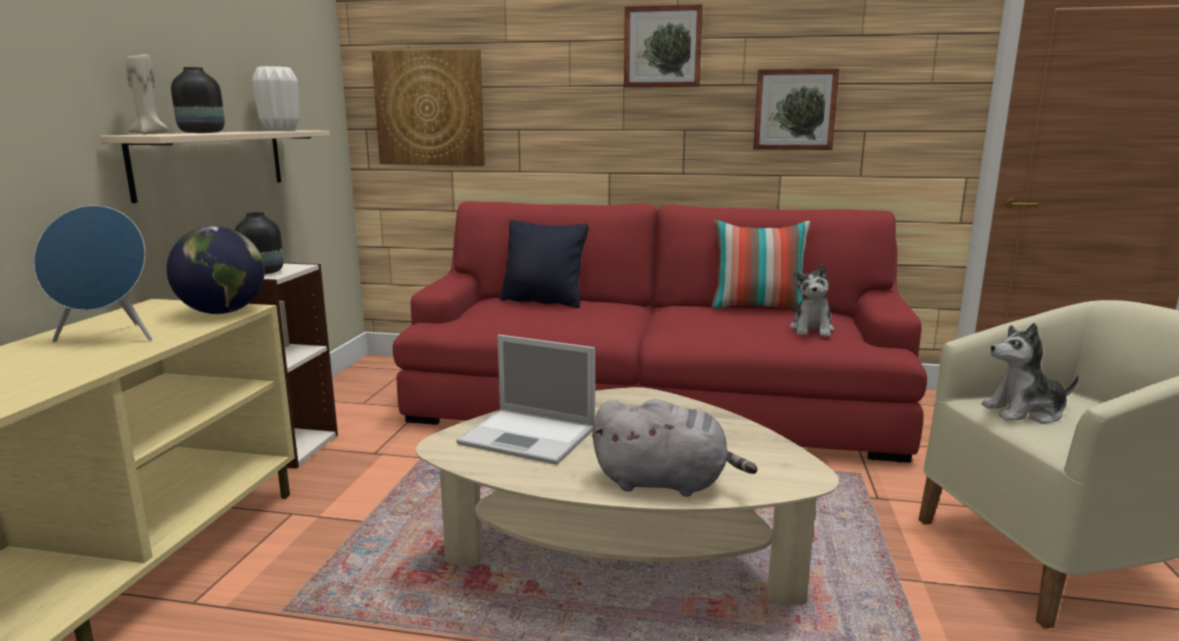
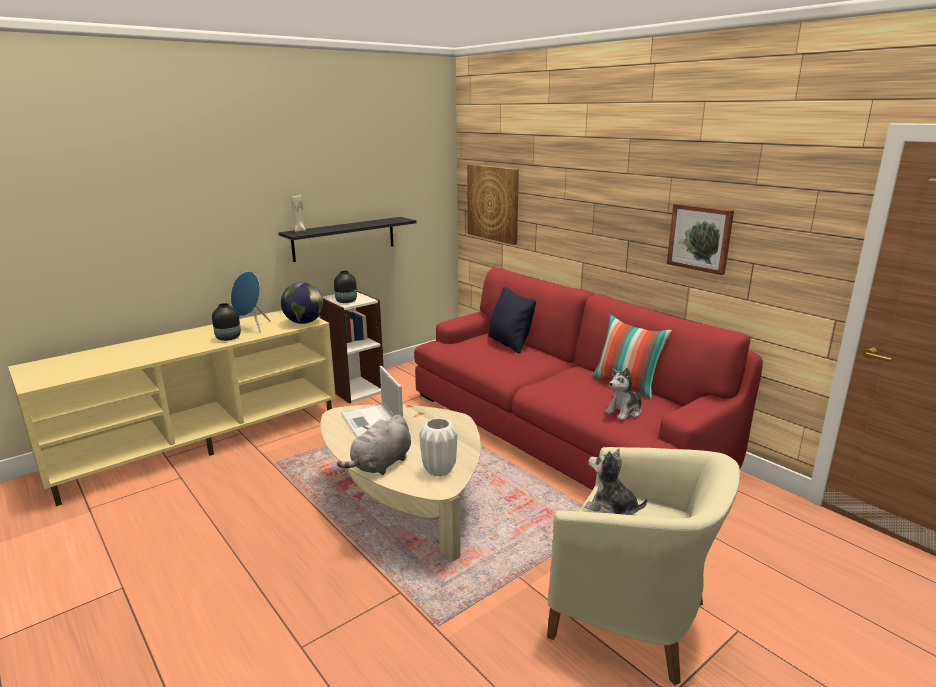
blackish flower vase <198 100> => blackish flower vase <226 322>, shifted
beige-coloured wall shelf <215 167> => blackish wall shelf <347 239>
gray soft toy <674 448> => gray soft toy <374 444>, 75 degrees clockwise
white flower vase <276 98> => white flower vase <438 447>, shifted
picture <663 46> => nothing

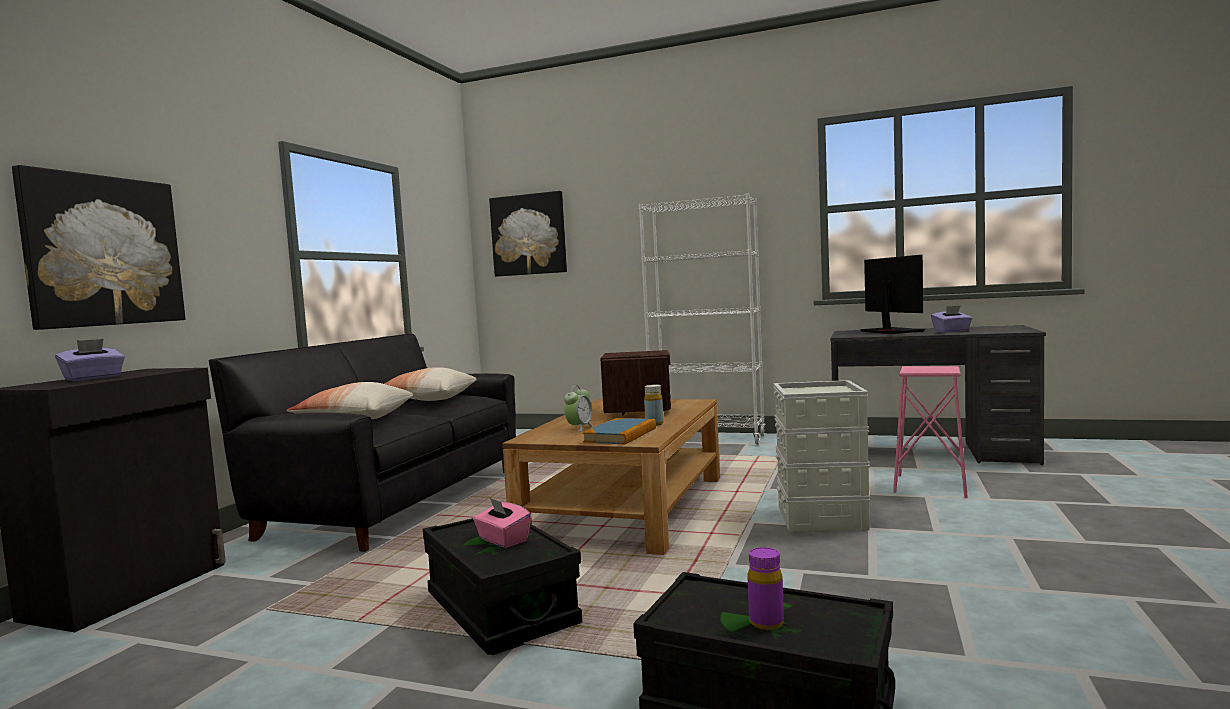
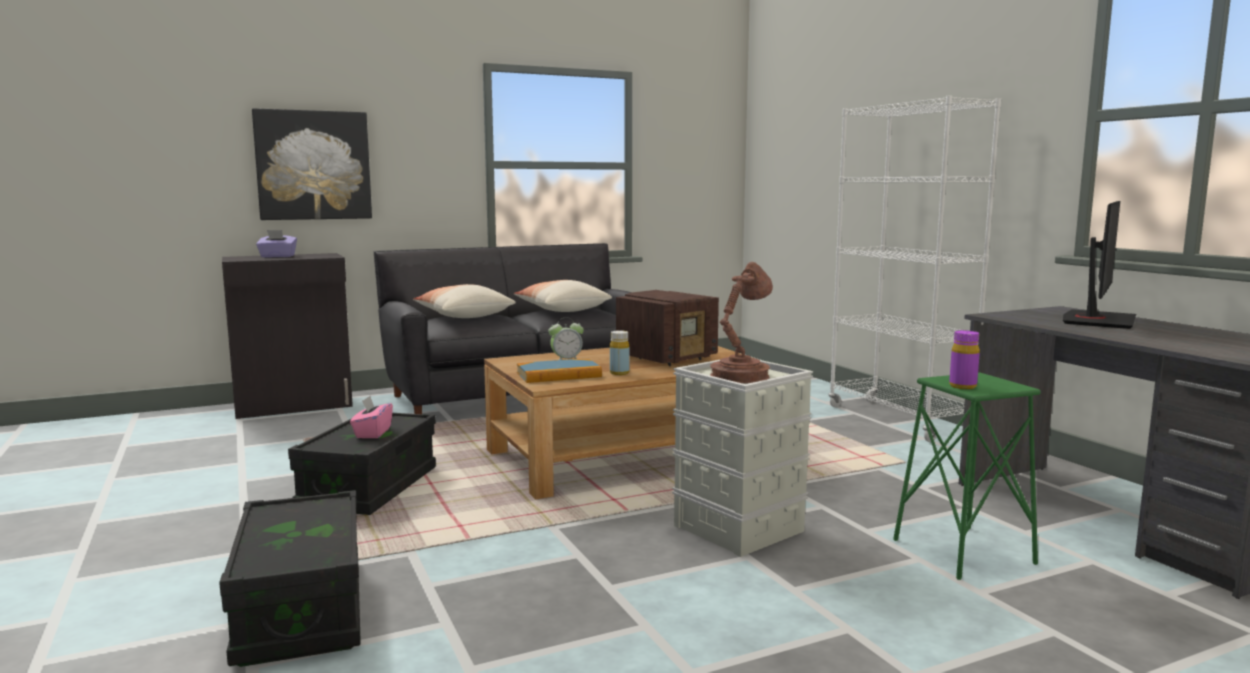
nothing => brown table lamp <741 322>
pinkish stool <930 432> => greenish stool <967 476>
purple beverage bottle <766 588> => purple beverage bottle <964 359>, shifted
picture <528 234> => nothing
purple tissue box <952 318> => nothing

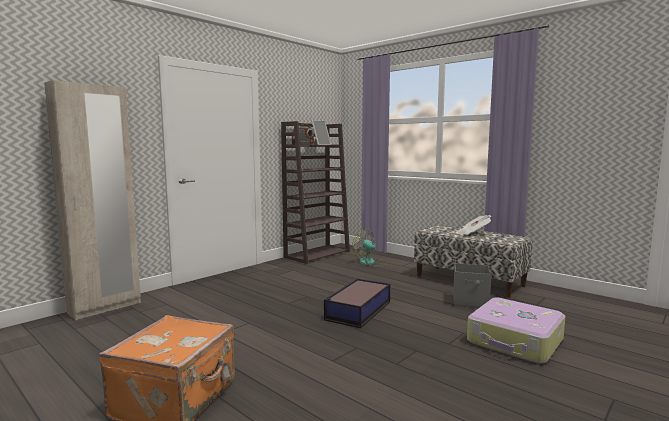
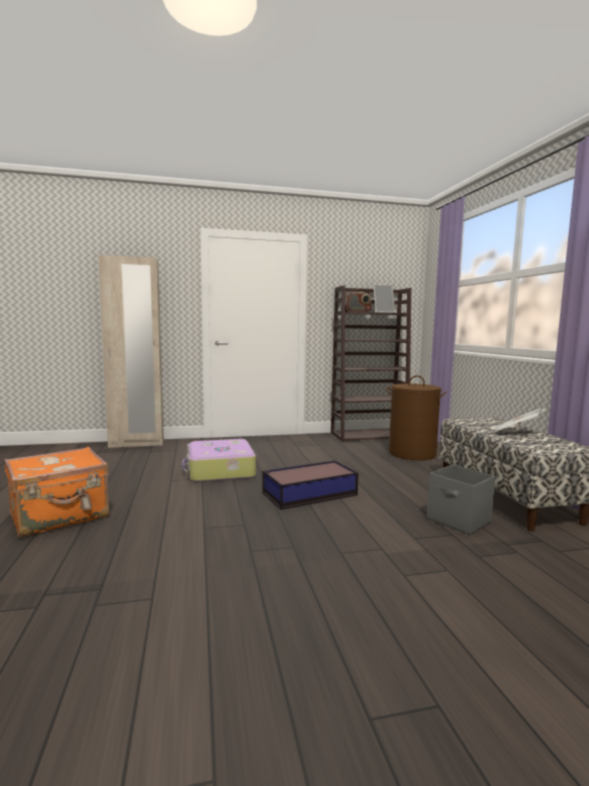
travel case <516 331> => travel case <218 460>, shifted
electric fan <369 248> => brown laundry basket <416 417>

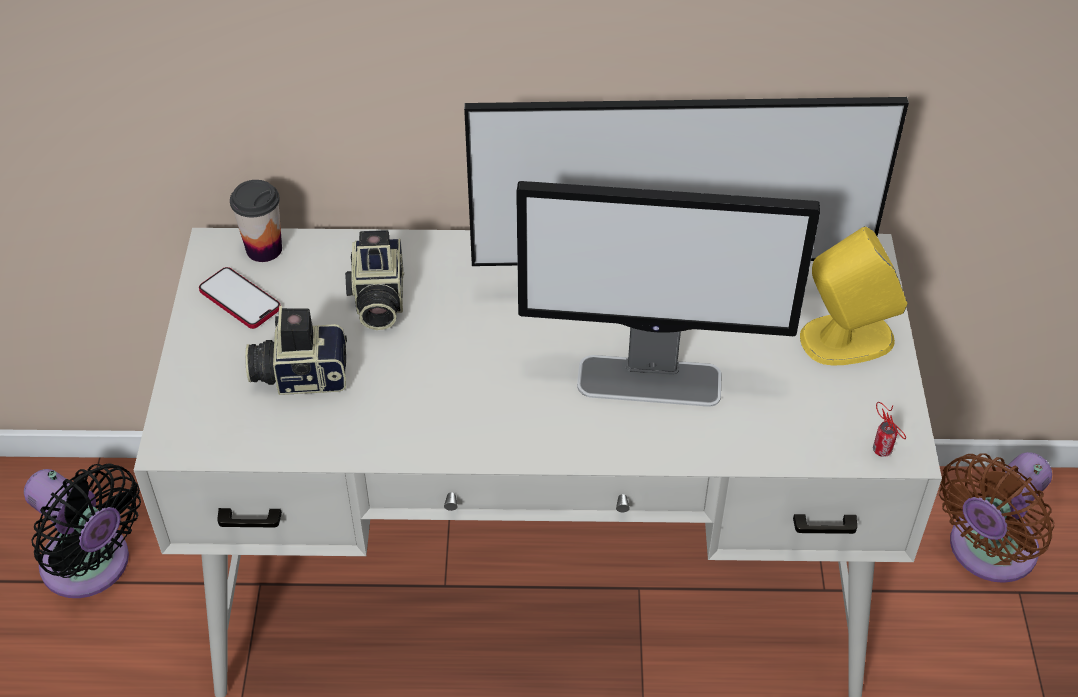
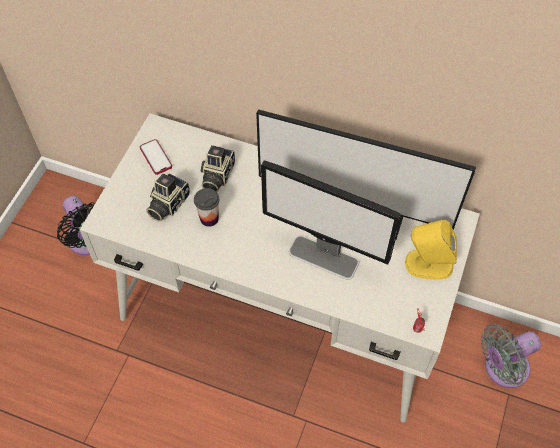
photo camera <296 350> => photo camera <168 197>, 75 degrees counterclockwise
drinking cup <256 221> => drinking cup <206 207>, shifted
brown electric fan <996 517> => gray electric fan <511 356>

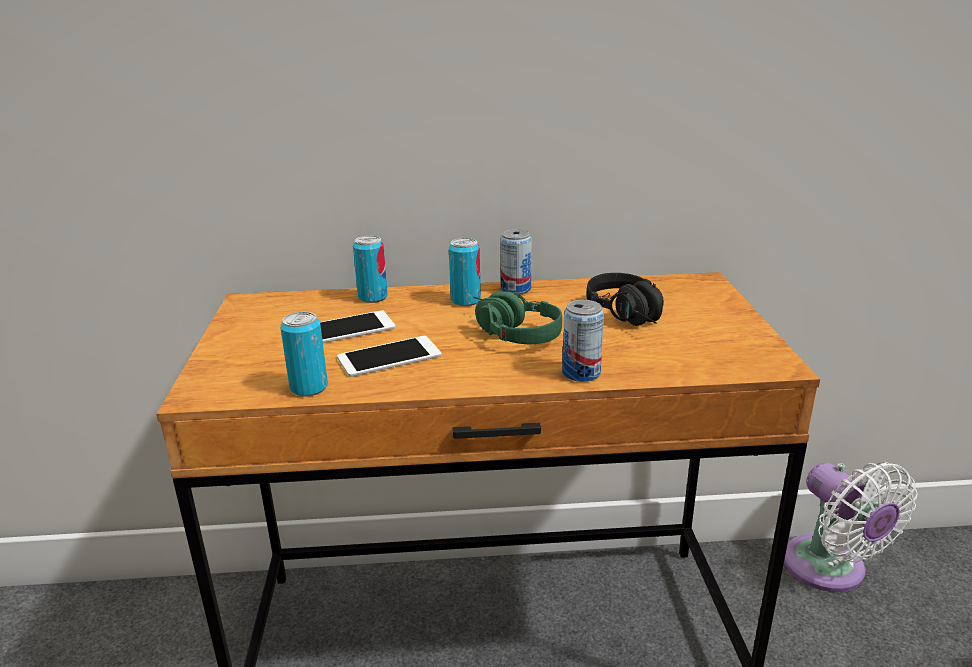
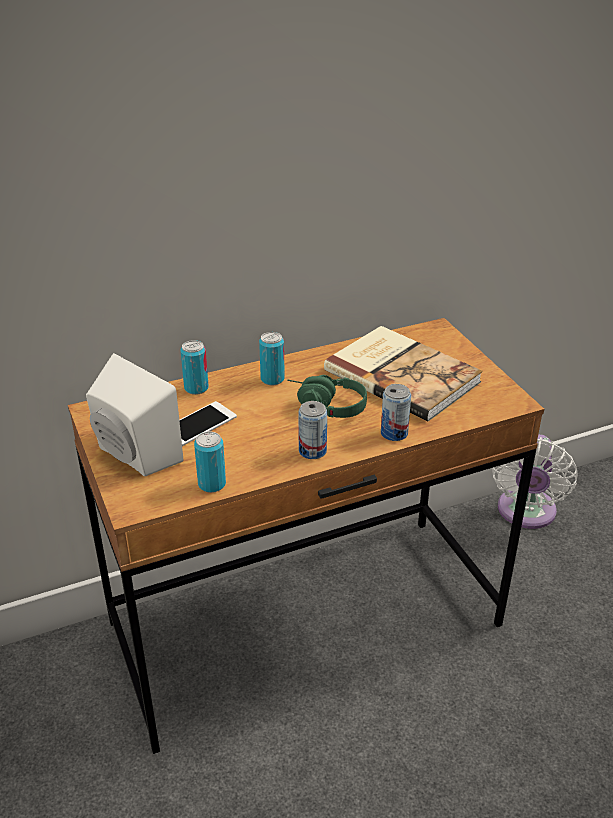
nothing => white speaker <135 415>
metal can <516 261> => metal can <312 430>, shifted
blackish headset <625 299> => volume <403 373>
white electric fan <851 527> => white electric fan <535 481>, 60 degrees clockwise
telephone <389 356> => nothing

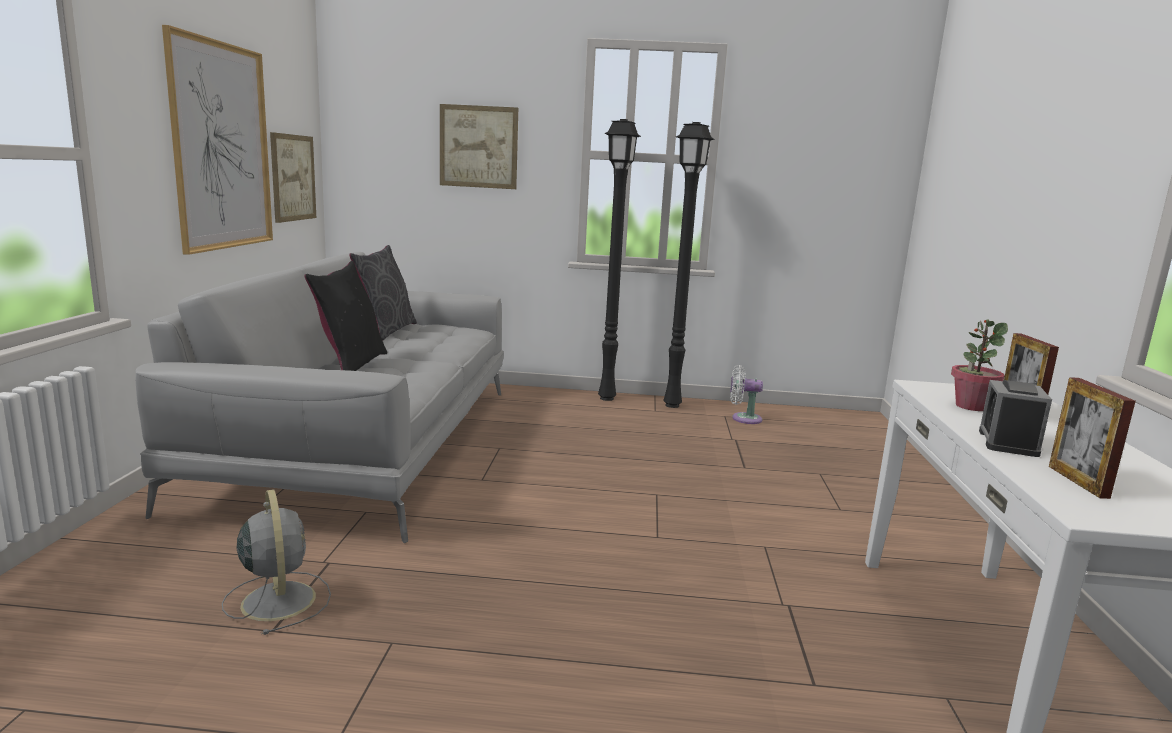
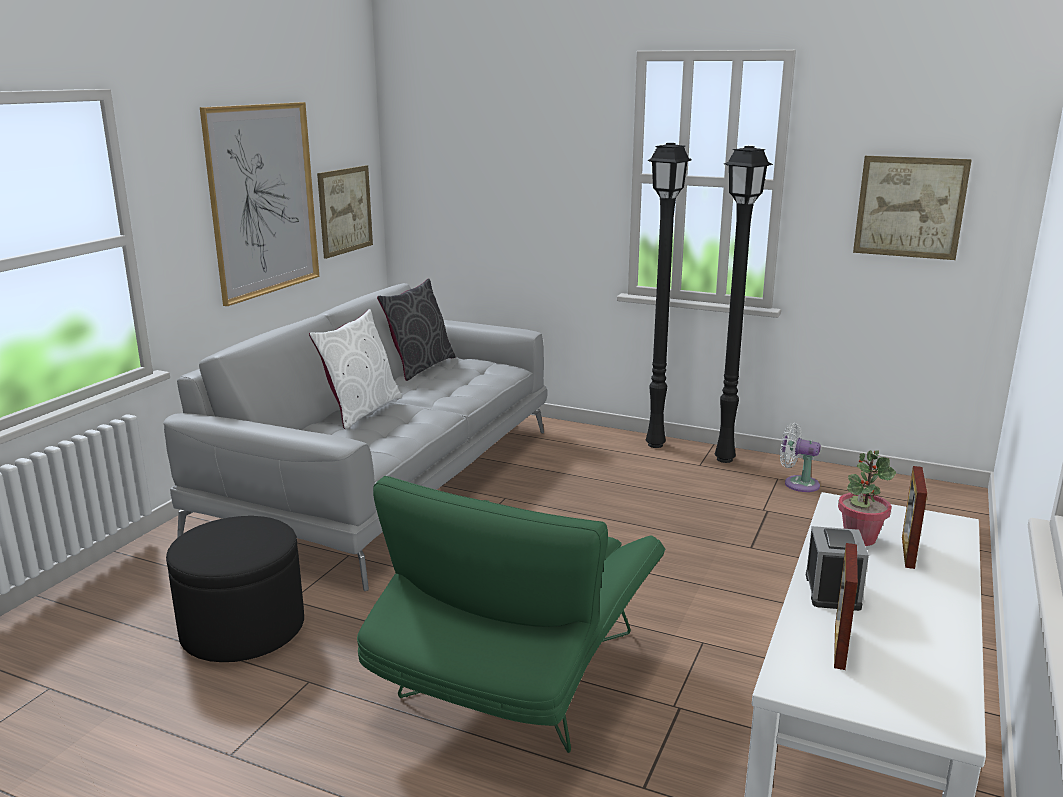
gray electric fan <276 562> => blackish ottoman <235 589>
blackish throw pillow <345 316> => white throw pillow <355 369>
nothing => greenish easy chair <511 614>
bedside clock <1015 418> => bedside clock <837 568>, 150 degrees clockwise
picture <479 146> => picture <912 208>, shifted

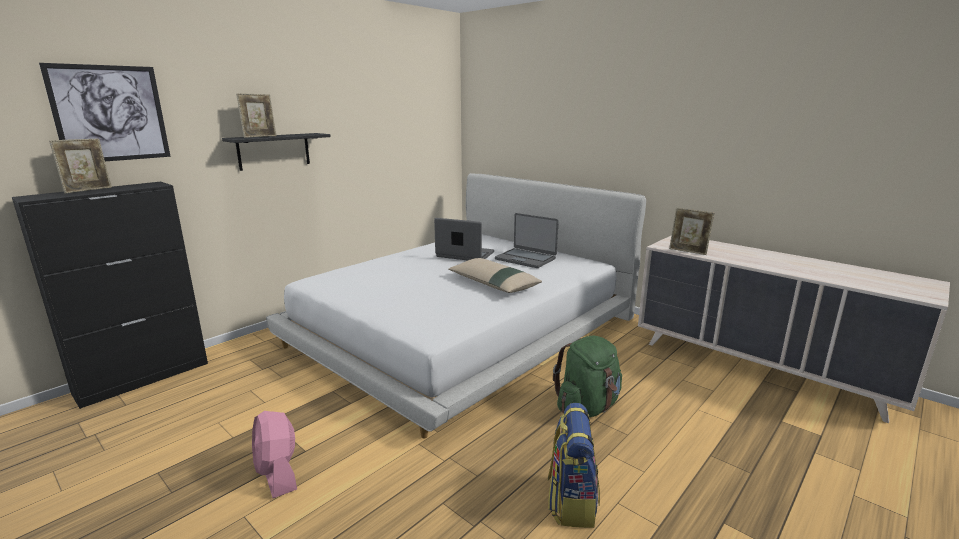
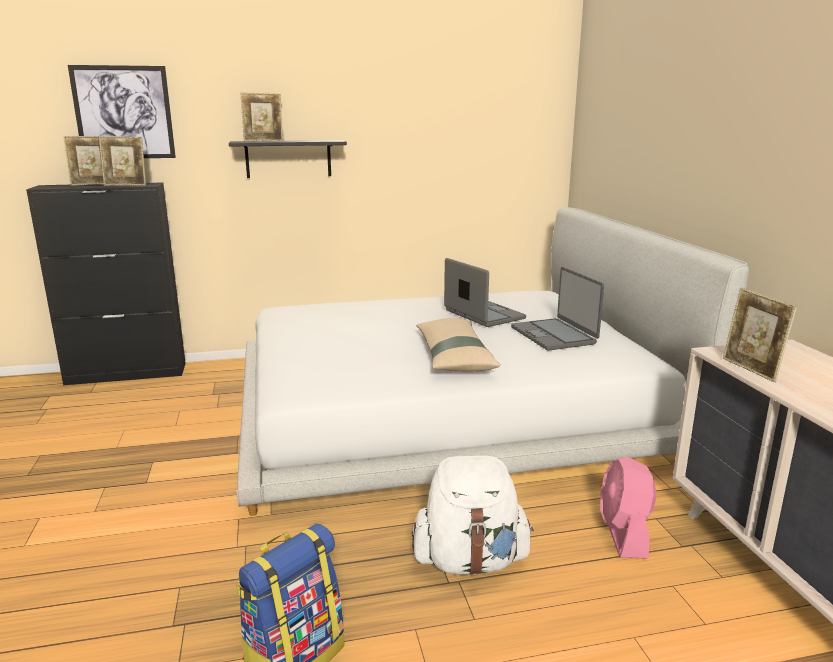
nothing => picture frame <122 161>
greenish backpack <587 376> => white backpack <473 515>
pinkish electric fan <274 454> => pinkish electric fan <628 507>, shifted

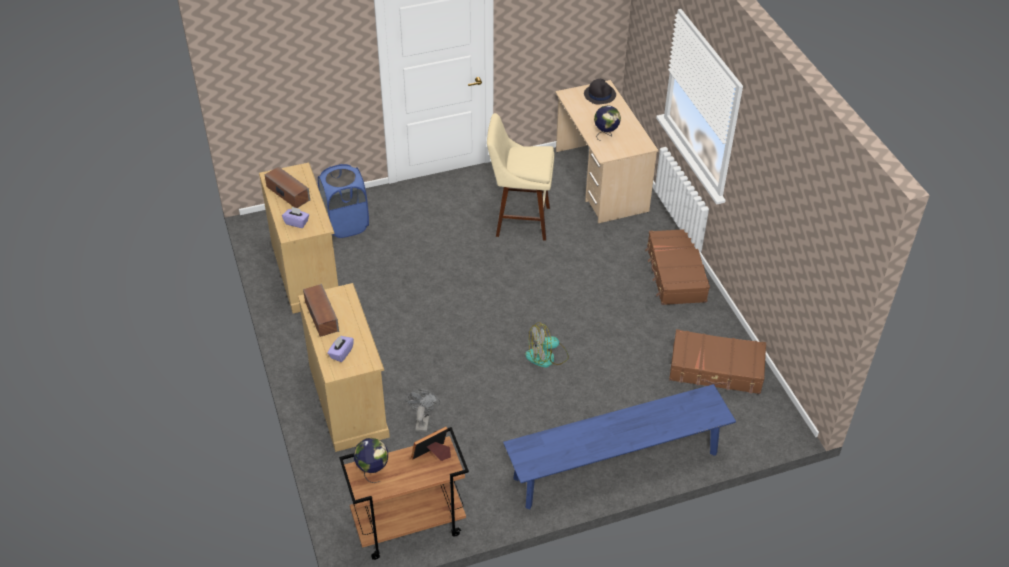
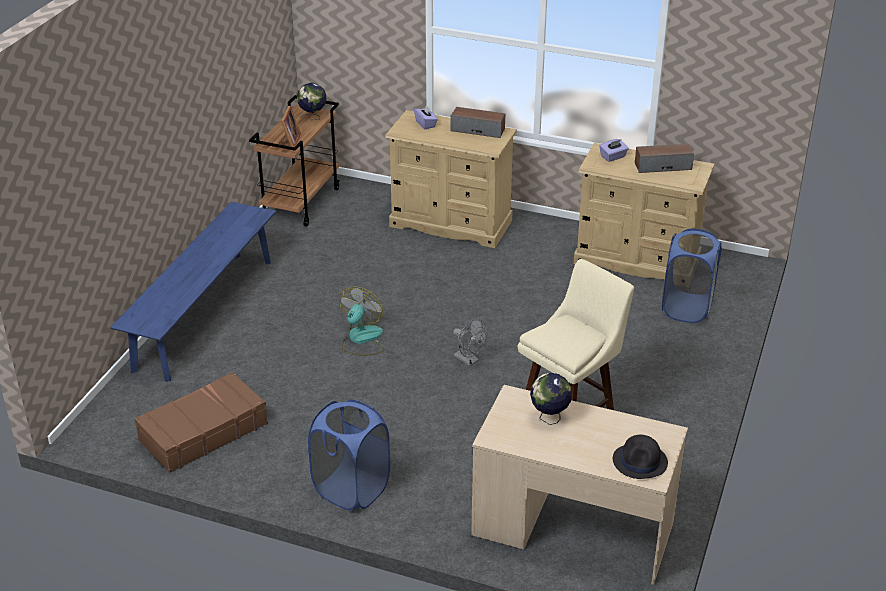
brown travel case <677 267> => bluish laundry basket <349 455>
gray electric fan <422 410> => gray electric fan <470 342>, shifted

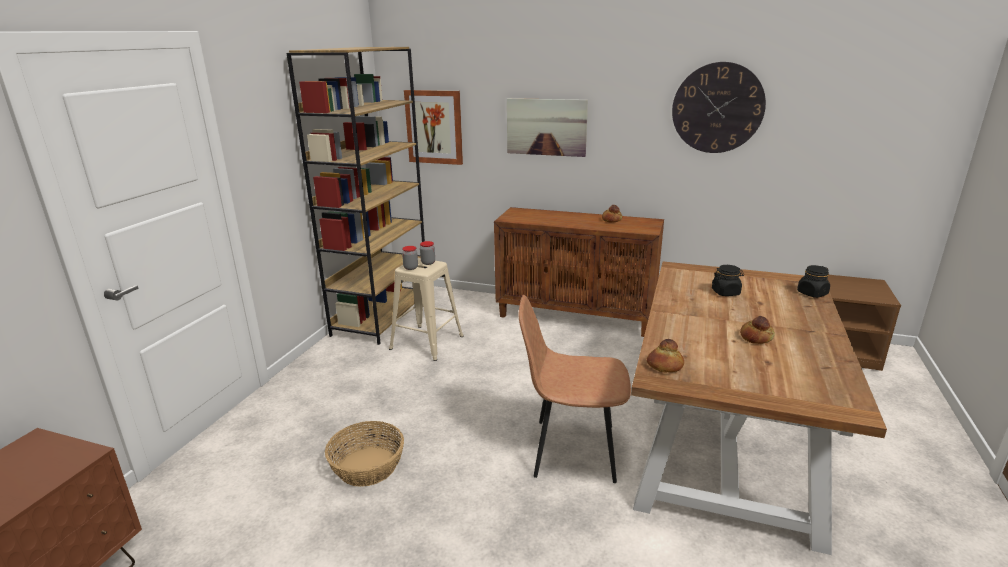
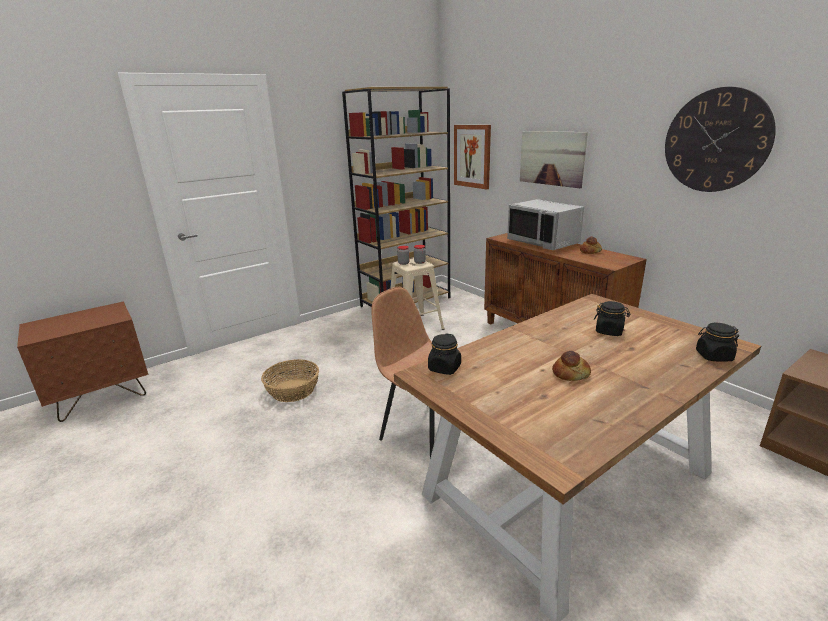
bread <665 355> => blackish jar <444 354>
nothing => gray microwave oven <545 224>

